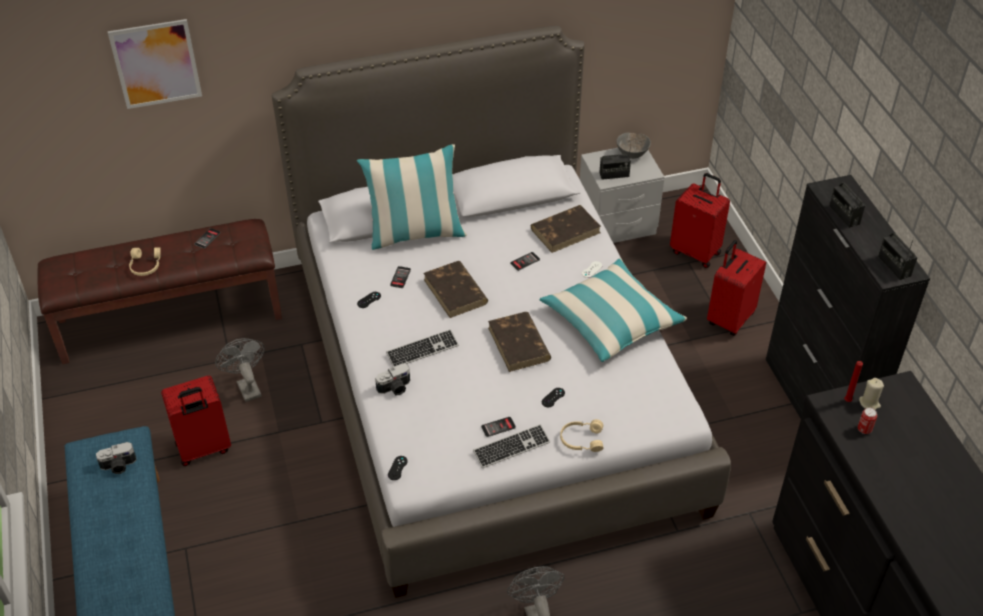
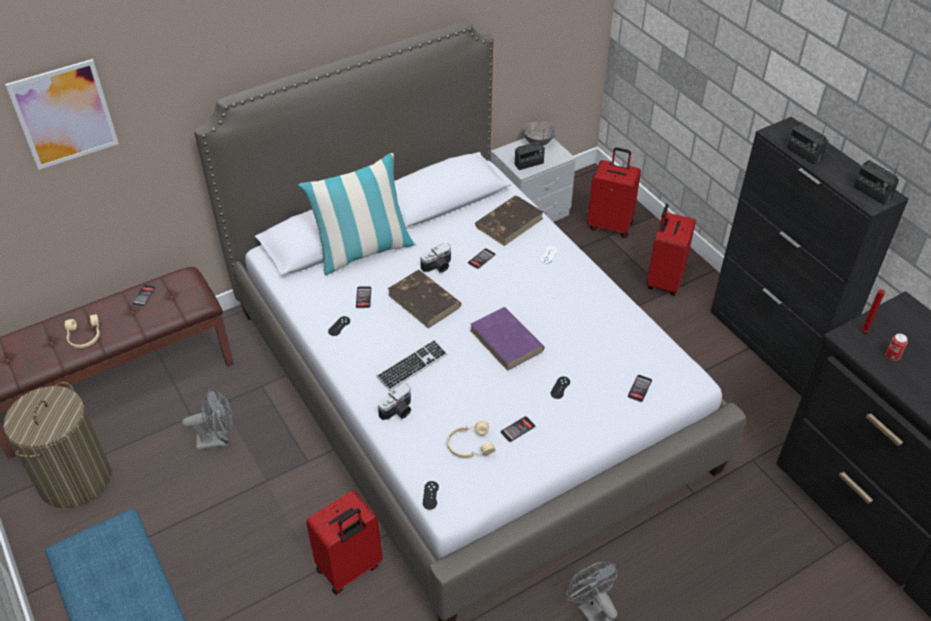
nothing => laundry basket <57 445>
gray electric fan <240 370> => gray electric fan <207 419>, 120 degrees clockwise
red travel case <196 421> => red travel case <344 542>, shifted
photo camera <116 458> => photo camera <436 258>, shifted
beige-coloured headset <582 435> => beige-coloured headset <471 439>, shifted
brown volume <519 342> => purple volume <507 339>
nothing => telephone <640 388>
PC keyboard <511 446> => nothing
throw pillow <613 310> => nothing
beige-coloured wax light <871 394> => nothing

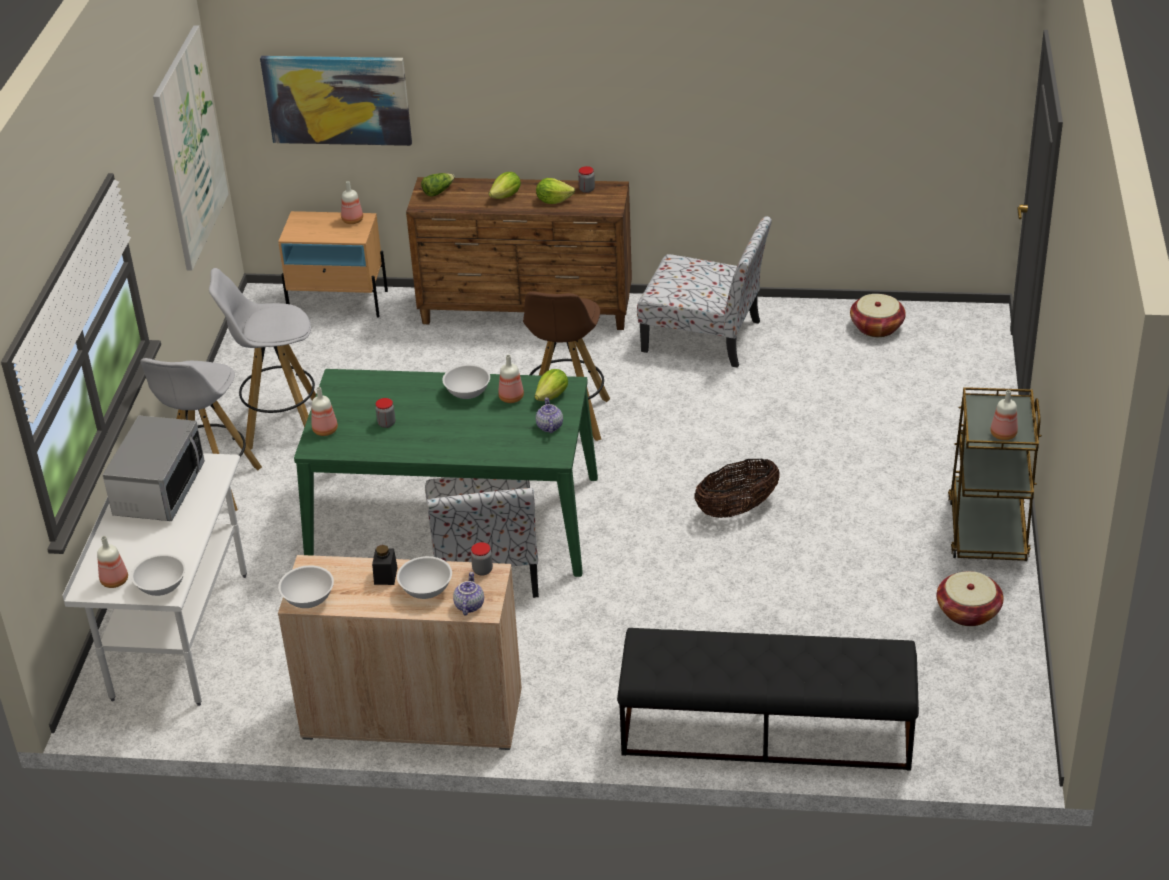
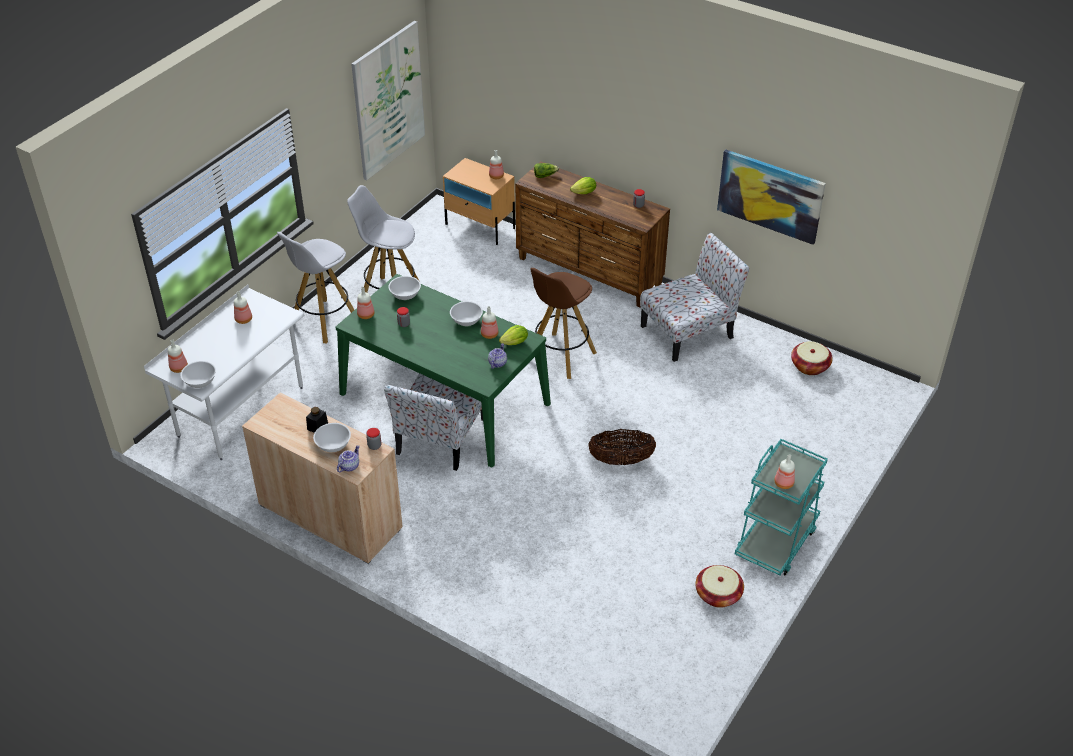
microwave oven <154 468> => beverage bottle <243 307>
white serving bowl <306 587> => white serving bowl <405 288>, shifted
chair <704 292> => chair <694 297>, 75 degrees counterclockwise
picture <336 101> => picture <771 197>, shifted
brown trolley <995 474> => turquoise-coloured trolley <781 507>
head of lettuce <555 191> => nothing
blackish bench <768 699> => nothing

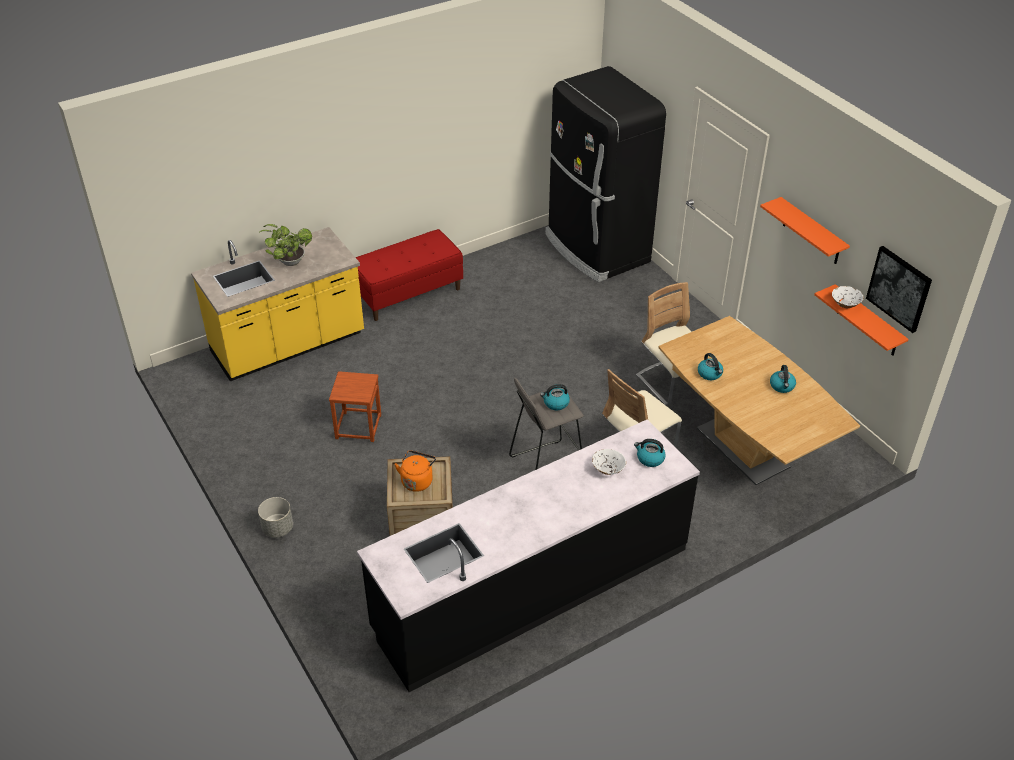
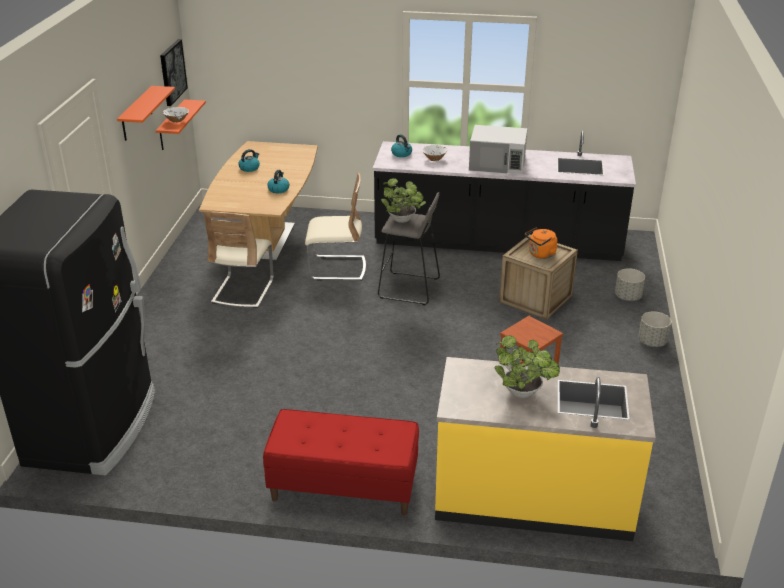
water kettle <555 397> => plant in a pot <403 200>
nothing => white microwave oven <498 149>
nothing => gray flower pot <630 284>

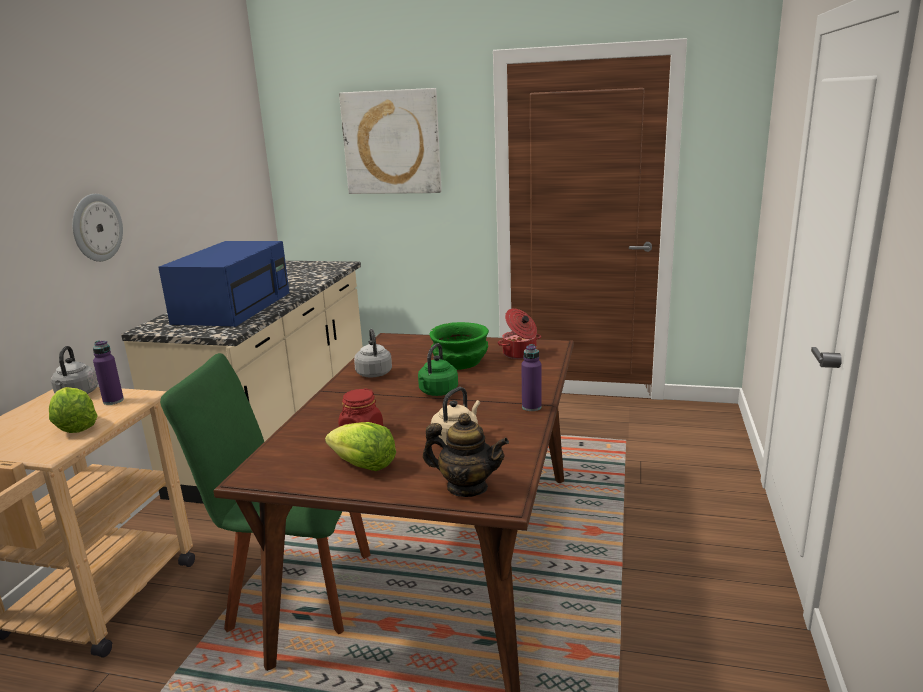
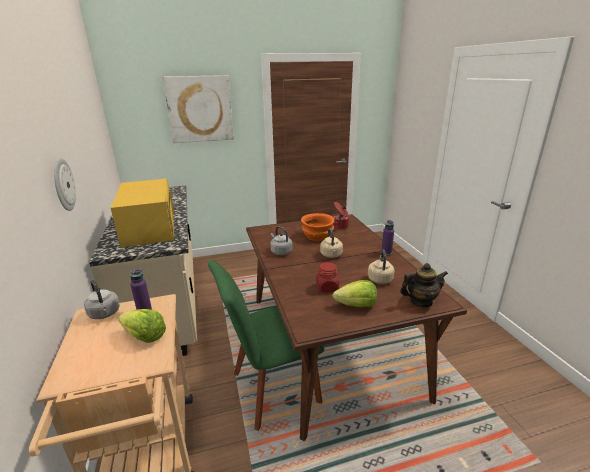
bluish microwave oven <223 284> => yellow microwave oven <143 213>
greenish serving bowl <459 346> => orange-coloured serving bowl <318 227>
greenish water kettle <438 369> => beige-coloured water kettle <331 243>

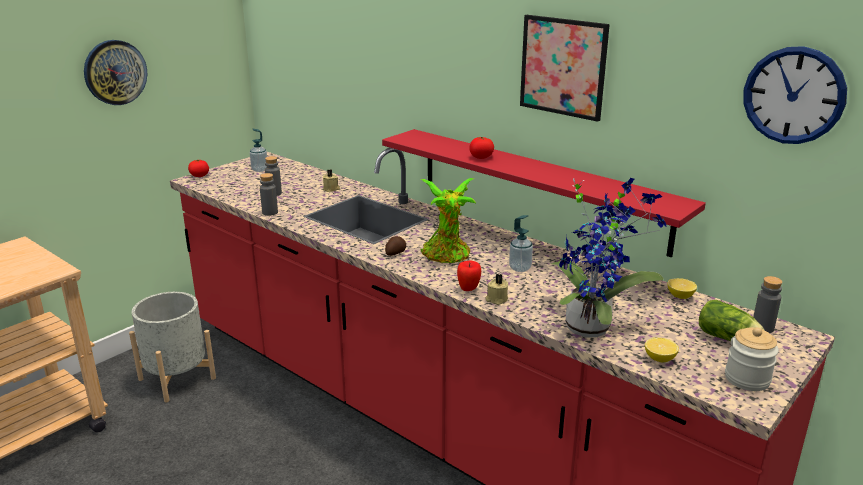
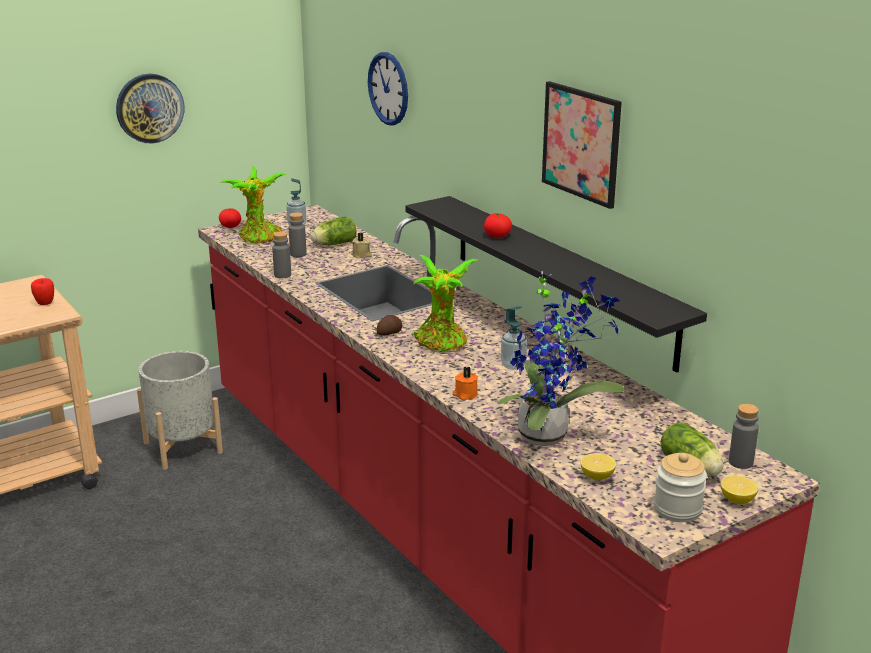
apple fruit <469 275> => apple fruit <42 291>, shifted
nothing => plant in a pot <253 204>
nothing => head of lettuce <333 231>
hanging clock <795 95> => hanging clock <388 89>, shifted
red wall shelf <544 193> => blackish wall shelf <556 284>
beige-coloured wax light <497 289> => orange-coloured wax light <465 383>
citrus fruit <682 288> => citrus fruit <739 490>, shifted

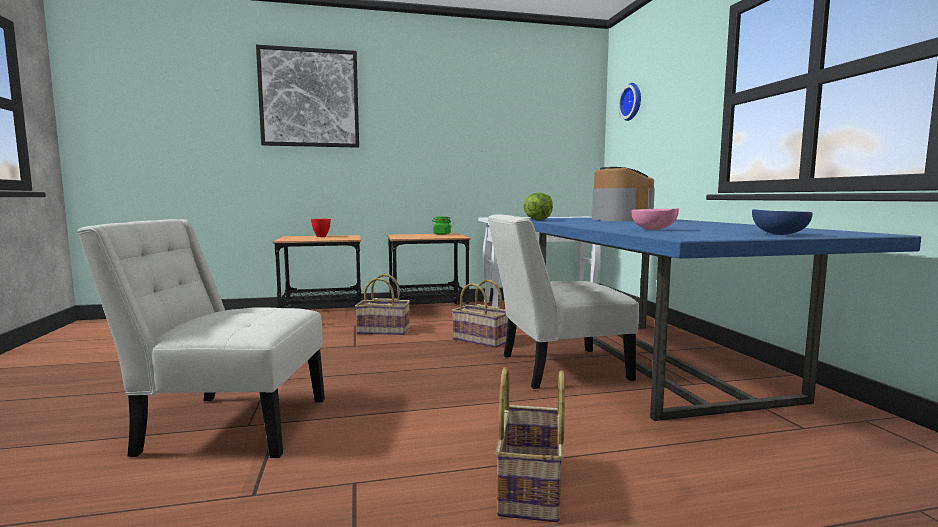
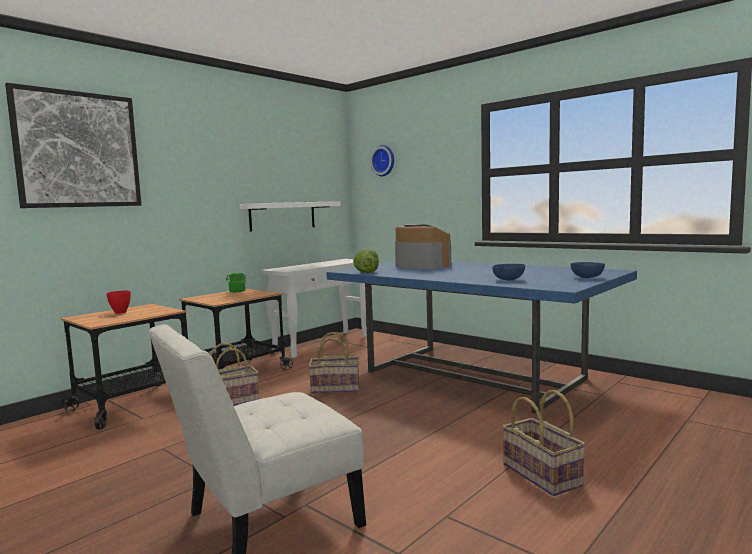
nothing => white wall shelf <290 216>
pinkish serving bowl <655 219> => bluish serving bowl <508 272>
white chair <563 301> => nothing

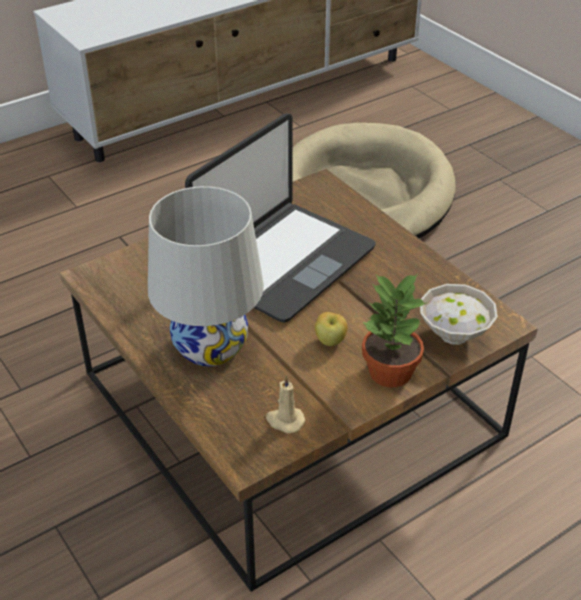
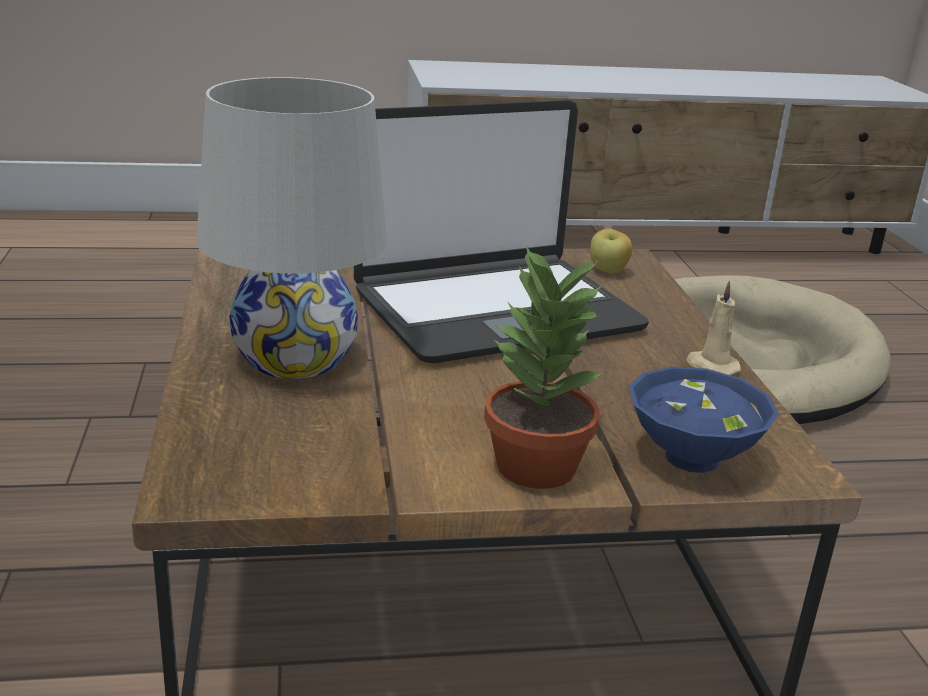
apple fruit <331 329> => apple fruit <611 251>, shifted
white serving bowl <459 314> => bluish serving bowl <704 420>
beige-coloured wax light <285 404> => beige-coloured wax light <713 328>, shifted

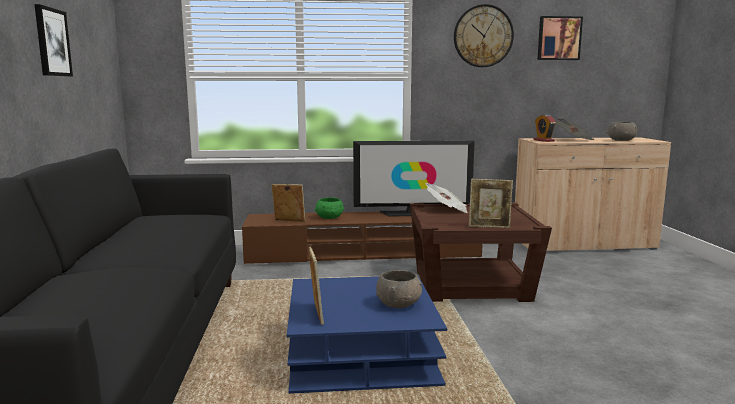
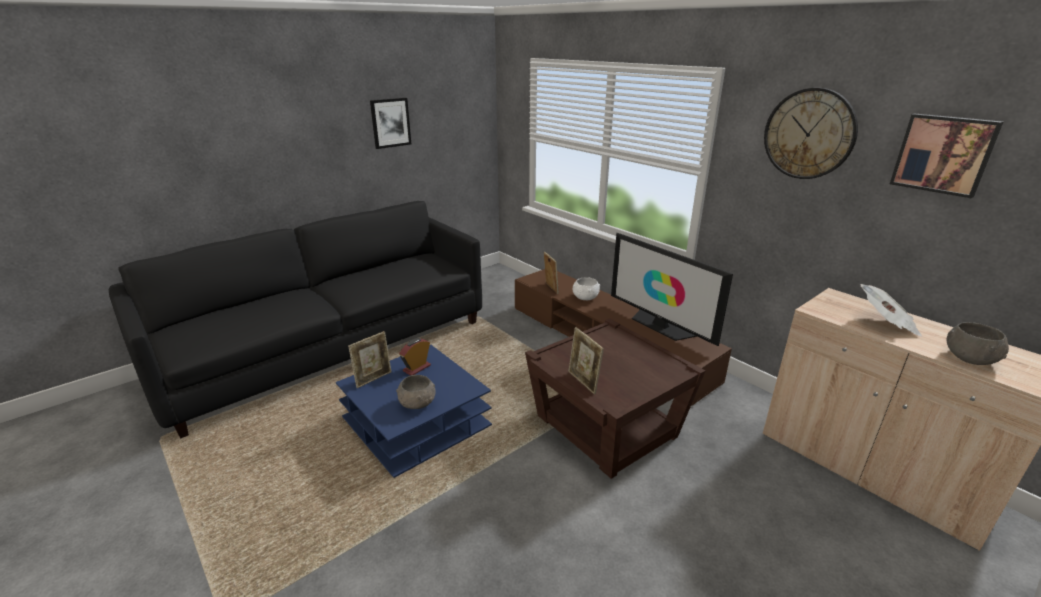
bedside clock <545 128> => bedside clock <415 357>, shifted
greenish serving bowl <329 208> => white serving bowl <586 288>
newspaper <446 198> => nothing

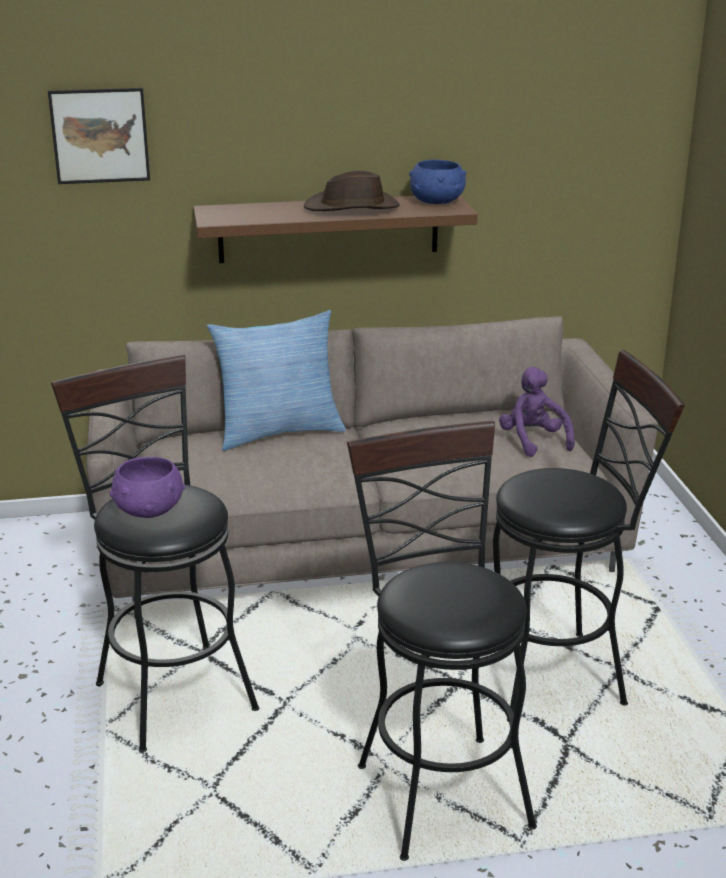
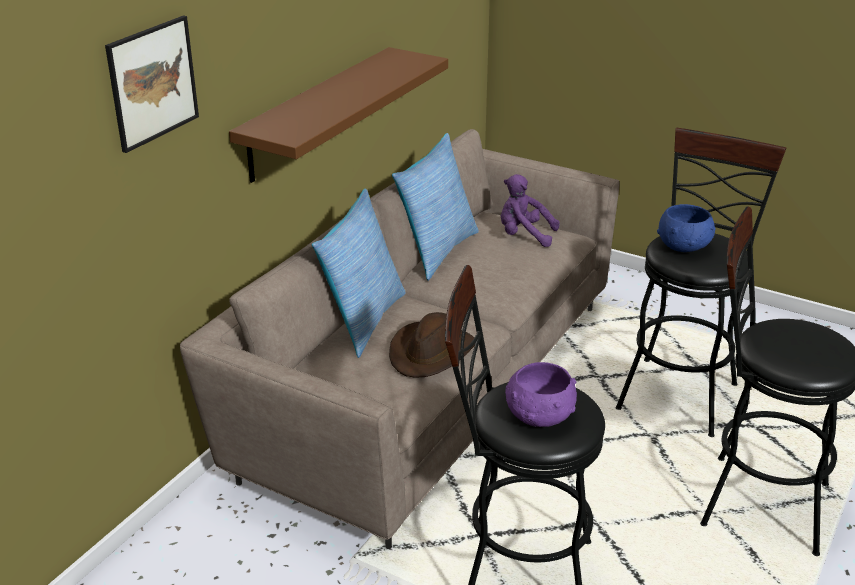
brown clothing hat <352 191> => brown clothing hat <432 345>, shifted
nothing => throw pillow <435 207>
bluish serving bowl <437 181> => bluish serving bowl <686 228>, shifted

